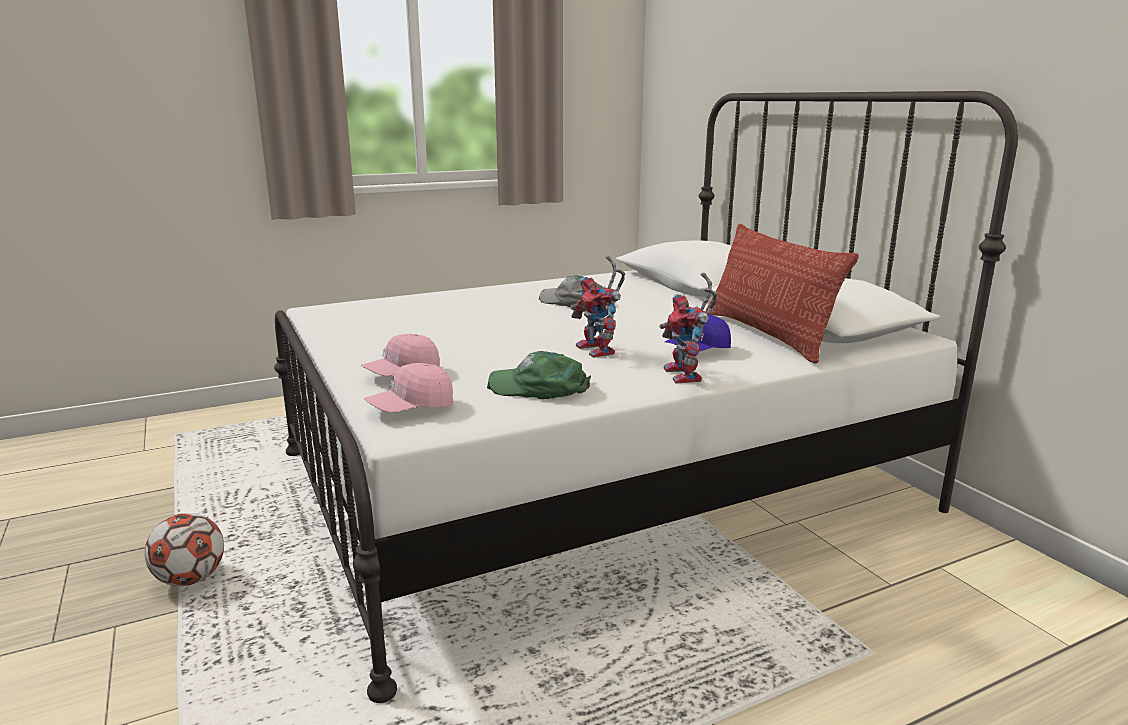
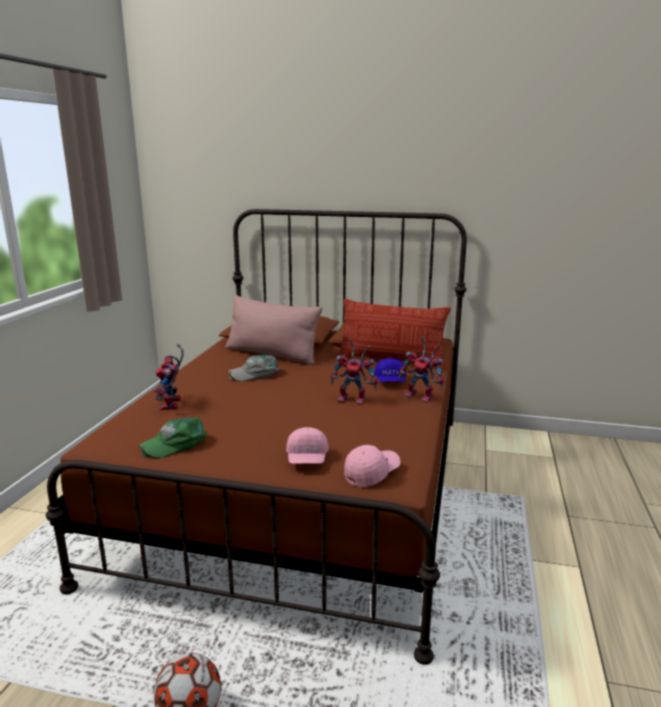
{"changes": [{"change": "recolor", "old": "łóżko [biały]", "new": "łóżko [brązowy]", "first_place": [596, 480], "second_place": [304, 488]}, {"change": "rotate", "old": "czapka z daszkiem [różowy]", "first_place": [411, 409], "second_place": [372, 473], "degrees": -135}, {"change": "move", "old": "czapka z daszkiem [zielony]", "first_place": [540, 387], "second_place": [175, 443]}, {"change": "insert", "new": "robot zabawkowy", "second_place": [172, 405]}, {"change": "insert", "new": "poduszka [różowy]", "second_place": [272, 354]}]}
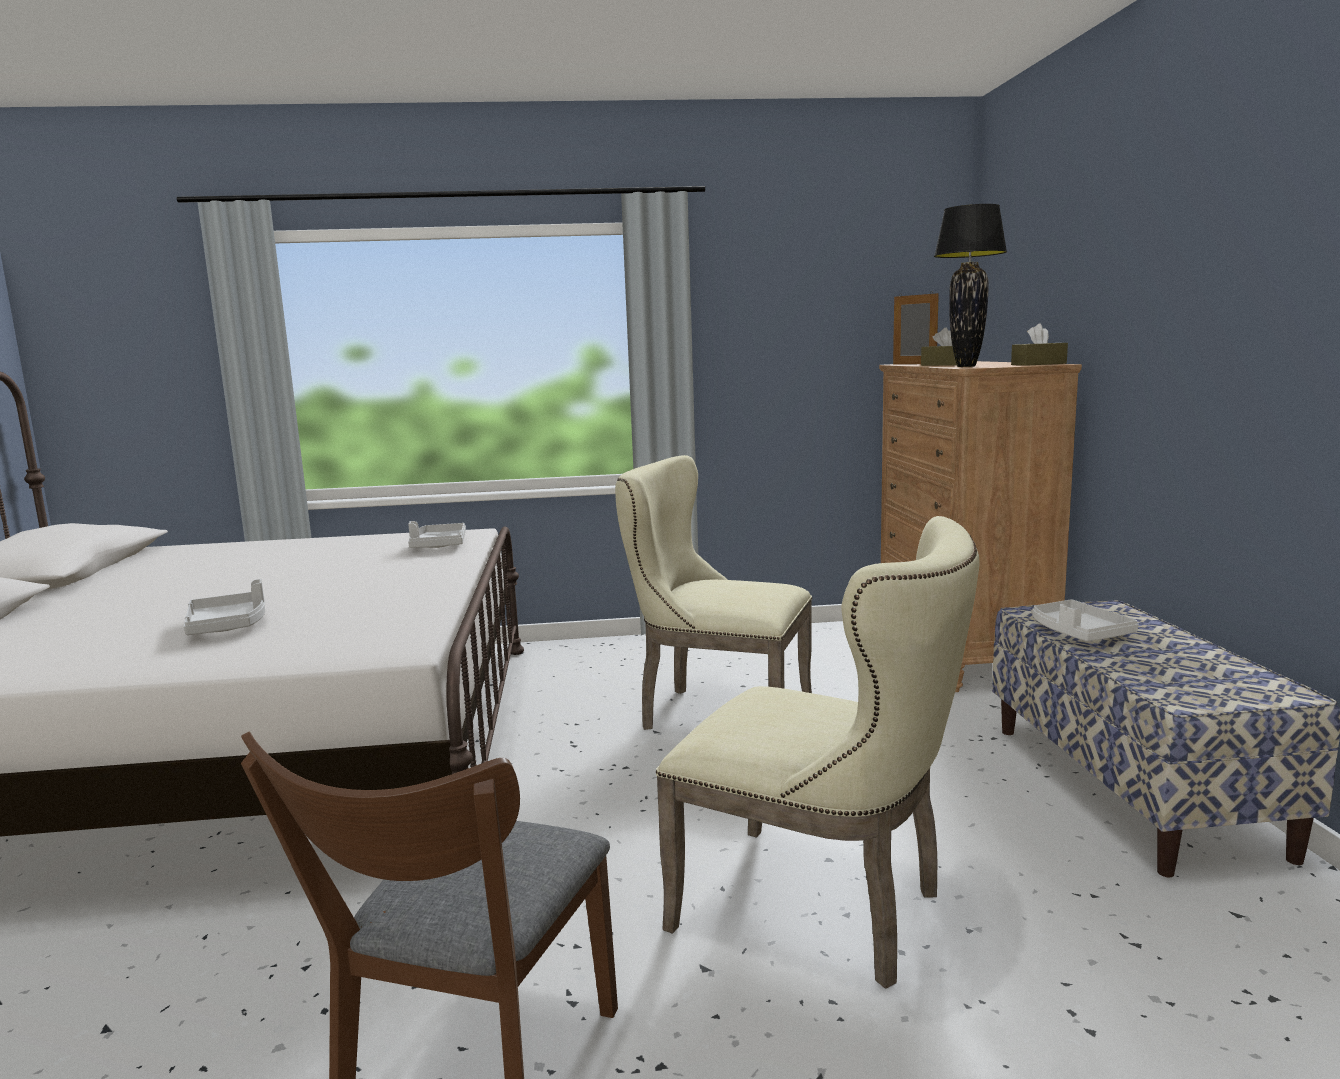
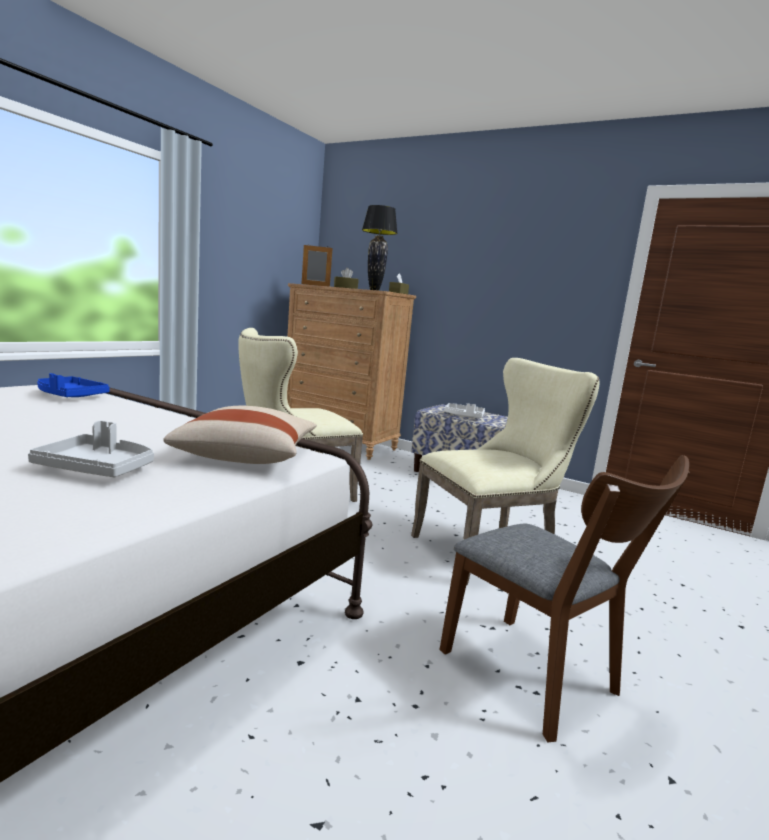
{"changes": [{"change": "recolor", "old": "taca [szary]", "new": "taca [niebieski]", "first_place": [439, 545], "second_place": [70, 396]}, {"change": "insert", "new": "poduszka [beżowy]", "second_place": [247, 456]}]}
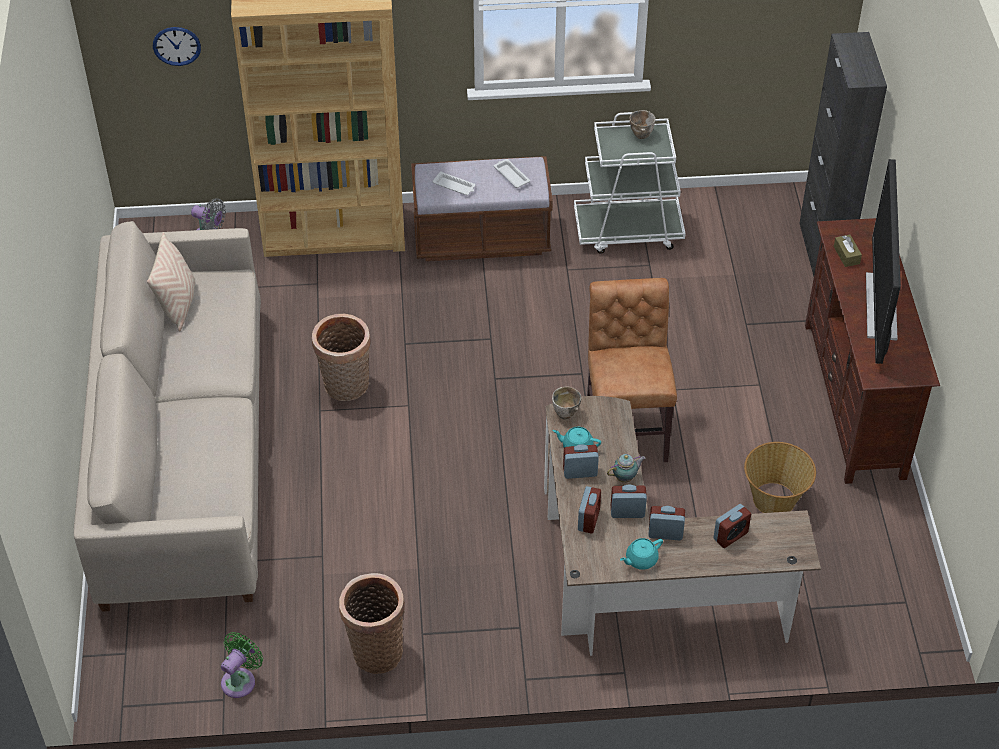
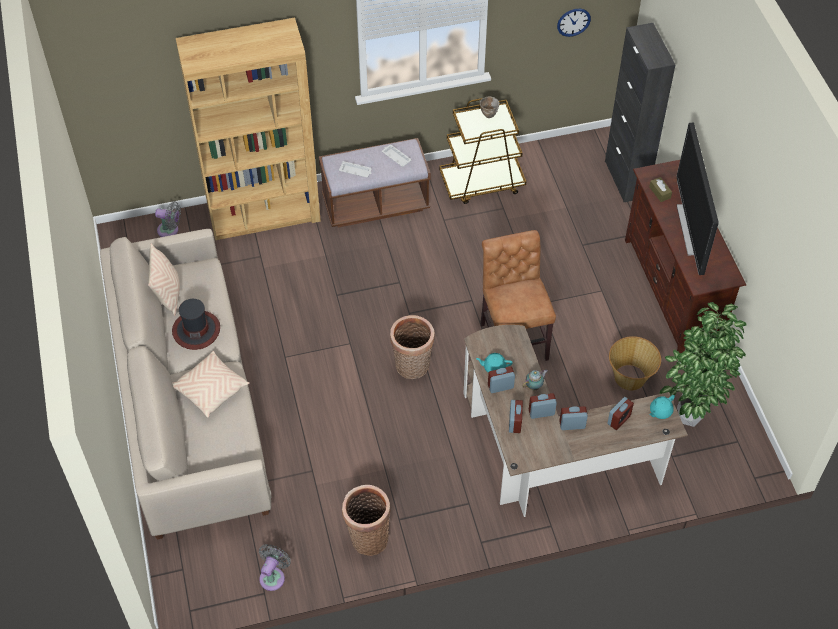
{"changes": [{"change": "move", "old": "zegar ścienny", "first_place": [176, 46], "second_place": [573, 22]}, {"change": "recolor", "old": "wentylator [zielony]", "new": "wentylator [szary]", "first_place": [240, 680], "second_place": [273, 576]}, {"change": "move", "old": "koszyk", "first_place": [345, 387], "second_place": [412, 367]}, {"change": "delete", "old": "miska", "first_place": [566, 414]}, {"change": "recolor", "old": "wózek [biały]", "new": "wózek [brązowy]", "first_place": [628, 230], "second_place": [482, 183]}, {"change": "move", "old": "imbryk [turkusowy]", "first_place": [640, 559], "second_place": [660, 411]}, {"change": "insert", "new": "kapelusz", "second_place": [196, 330]}, {"change": "insert", "new": "poduszka [beżowy]", "second_place": [211, 389]}, {"change": "insert", "new": "roślina doniczkowa", "second_place": [689, 420]}]}
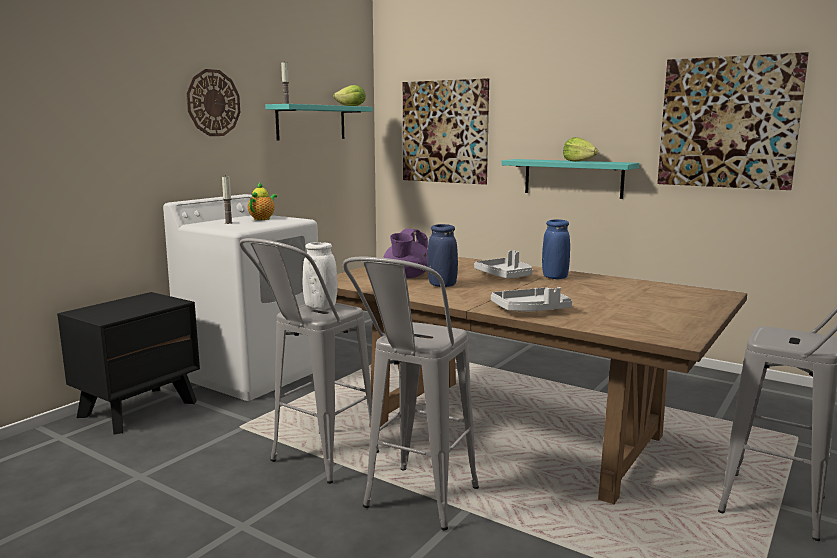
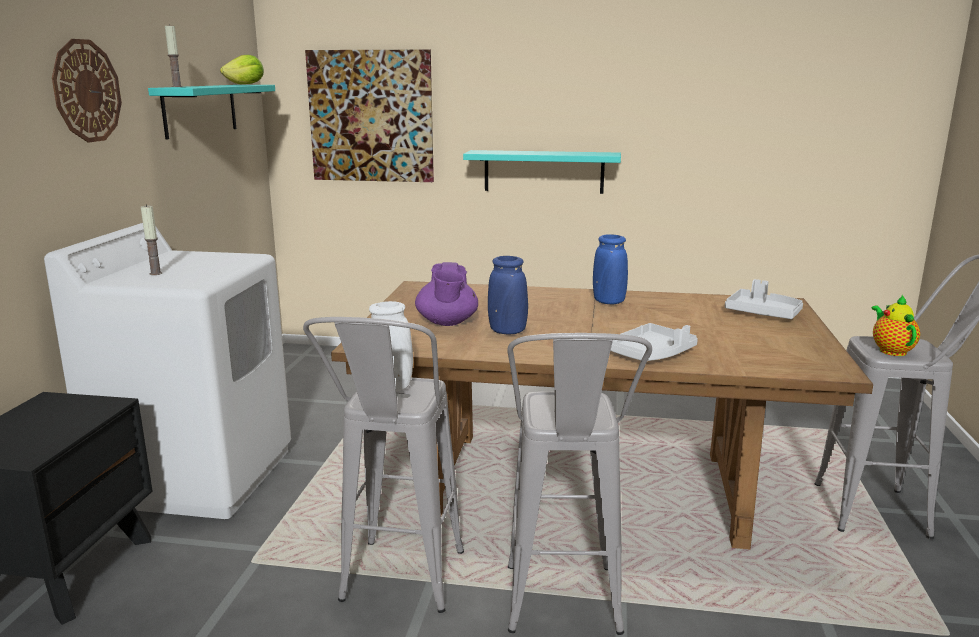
{"changes": [{"change": "move", "old": "imbryk", "first_place": [263, 219], "second_place": [890, 350]}, {"change": "move", "old": "taca [szary]", "first_place": [505, 276], "second_place": [763, 313]}, {"change": "delete", "old": "sałata", "first_place": [579, 161]}, {"change": "delete", "old": "obraz", "first_place": [728, 123]}]}
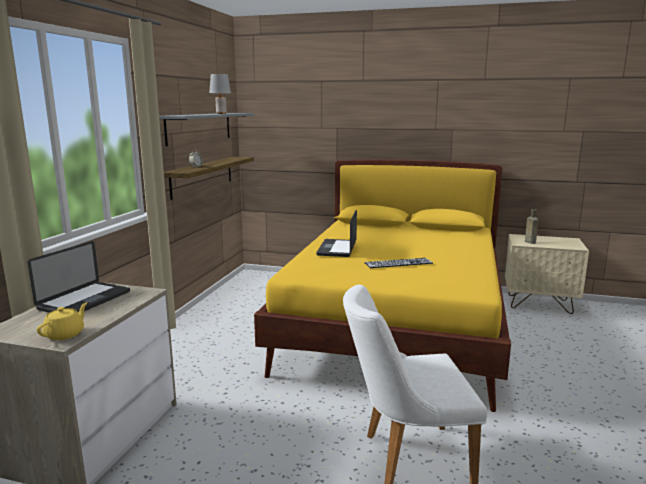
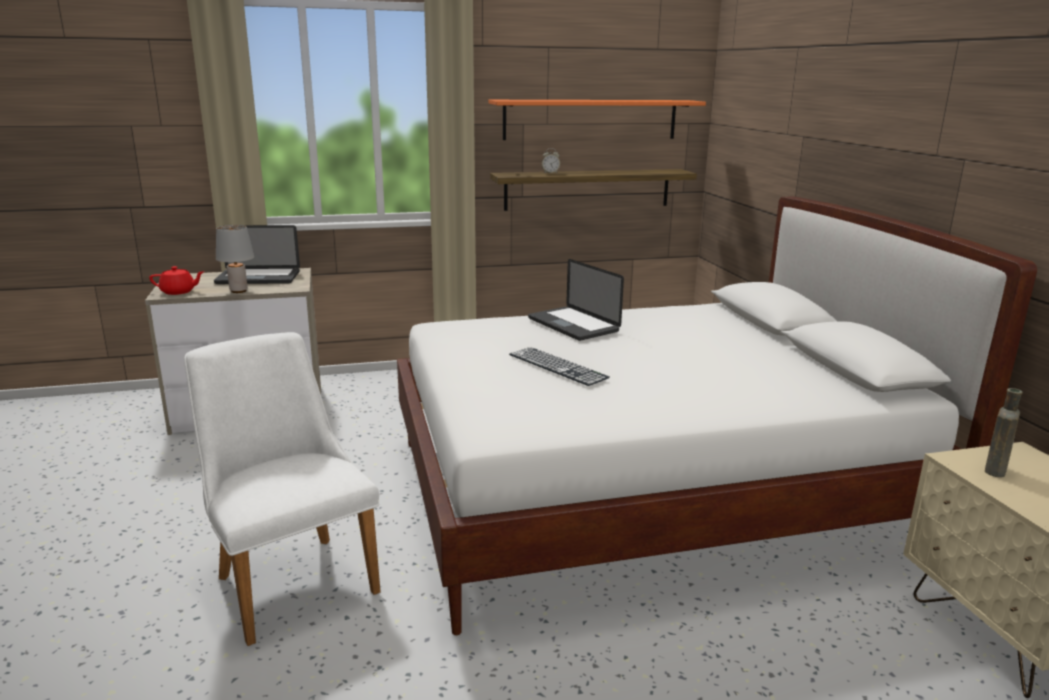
{"changes": [{"change": "recolor", "old": "imbryk [żółty]", "new": "imbryk [czerwony]", "first_place": [65, 334], "second_place": [178, 292]}, {"change": "recolor", "old": "półka [szary]", "new": "półka [pomarańczowy]", "first_place": [199, 127], "second_place": [590, 119]}, {"change": "move", "old": "lampa stołowa [szary]", "first_place": [221, 113], "second_place": [238, 291]}, {"change": "recolor", "old": "łóżko [żółty]", "new": "łóżko [biały]", "first_place": [396, 327], "second_place": [648, 493]}, {"change": "rotate", "old": "laptop", "first_place": [337, 249], "second_place": [573, 325], "degrees": -105}]}
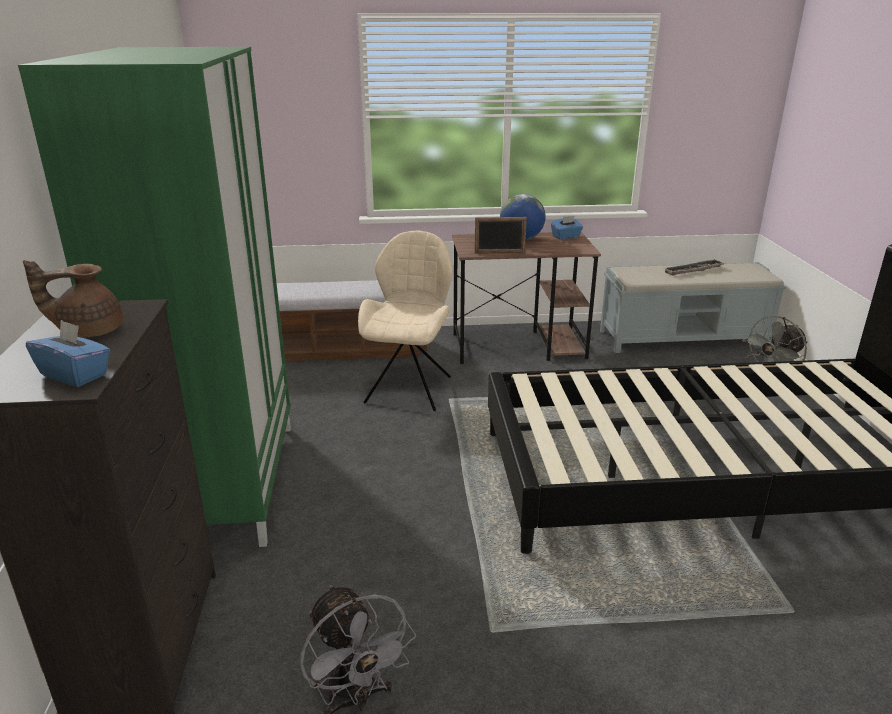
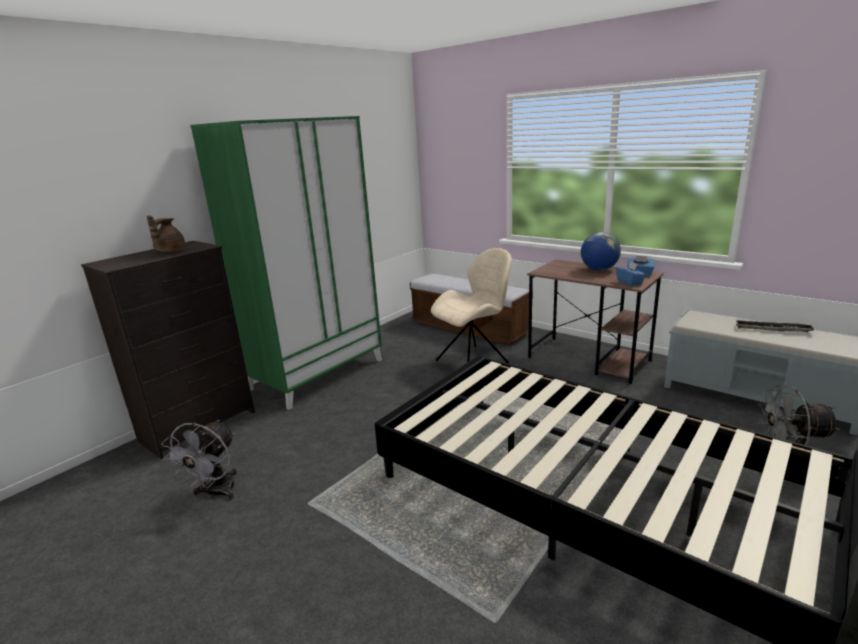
{"changes": [{"change": "rotate", "old": "imbryk [brązowy]", "first_place": [89, 331], "second_place": [169, 251], "degrees": -105}, {"change": "move", "old": "pudełko chusteczek [niebieski]", "first_place": [75, 374], "second_place": [629, 282]}, {"change": "delete", "old": "ramka na zdjęcie", "first_place": [499, 253]}]}
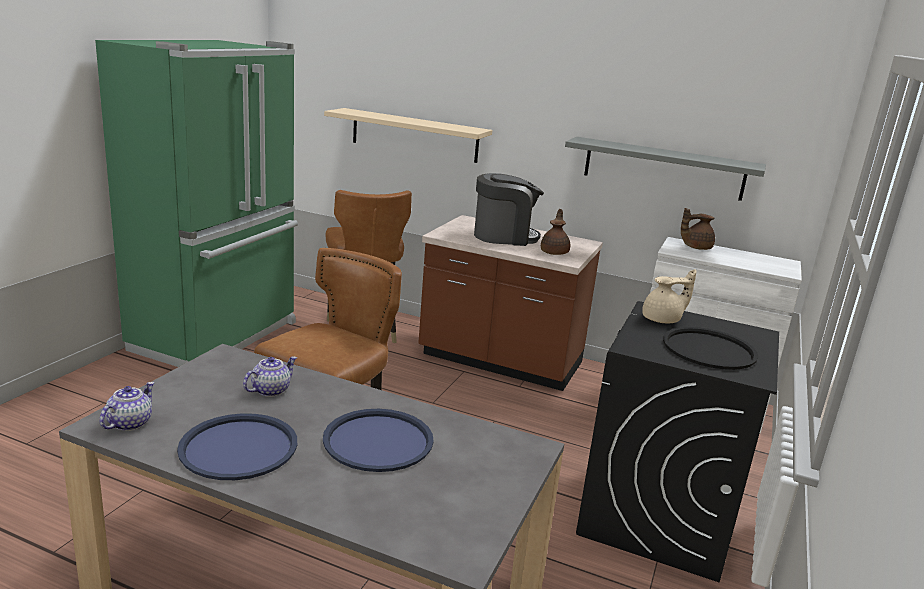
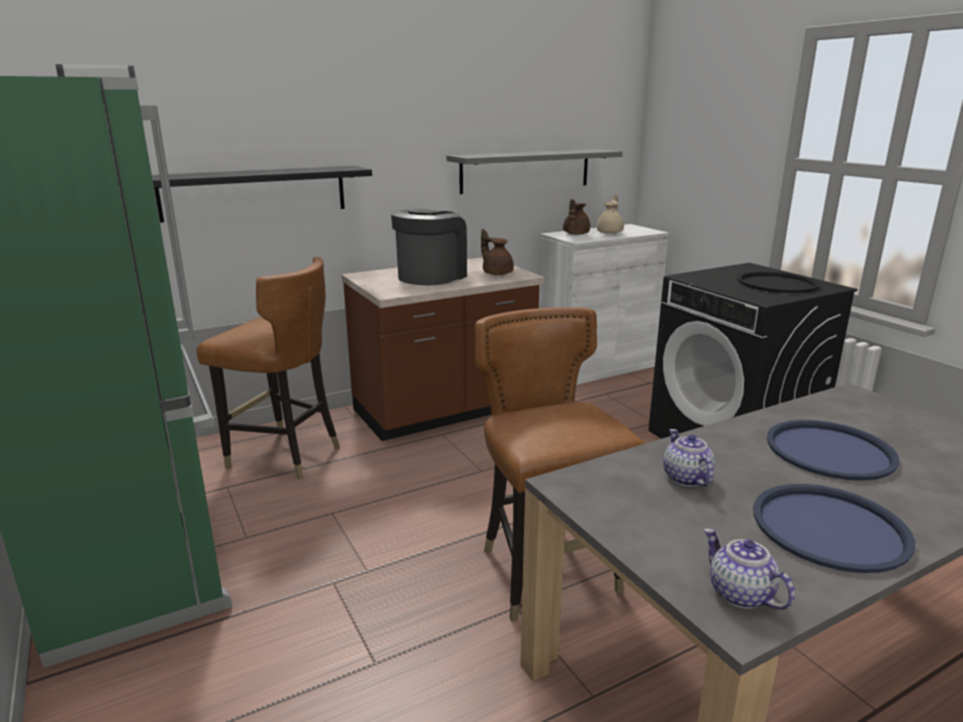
{"changes": [{"change": "recolor", "old": "półka [beżowy]", "new": "półka [czarny]", "first_place": [414, 135], "second_place": [254, 193]}, {"change": "move", "old": "imbryk [beżowy]", "first_place": [663, 320], "second_place": [610, 232]}]}
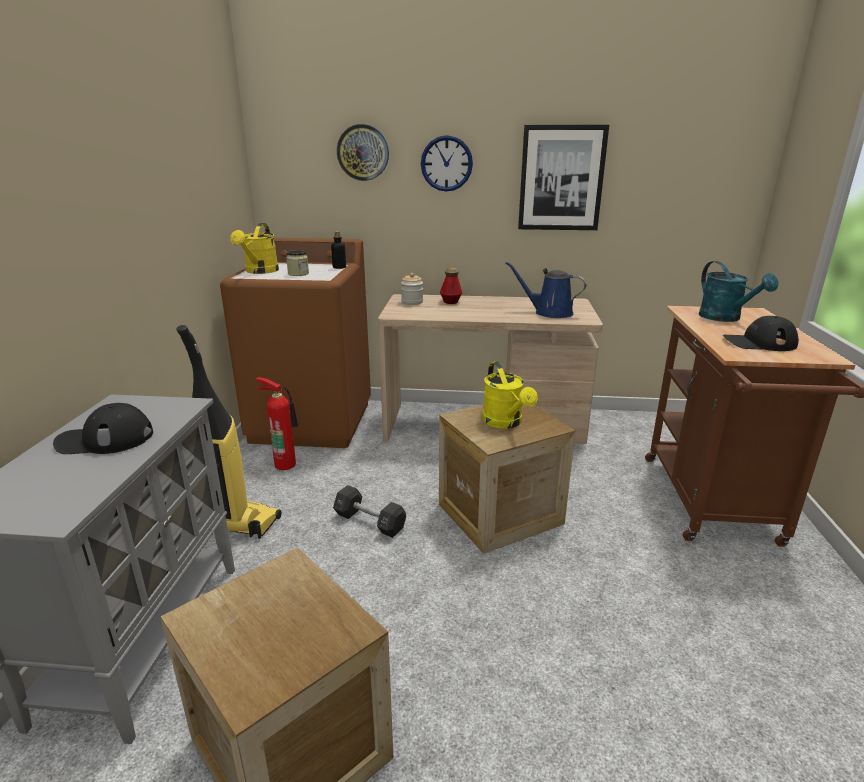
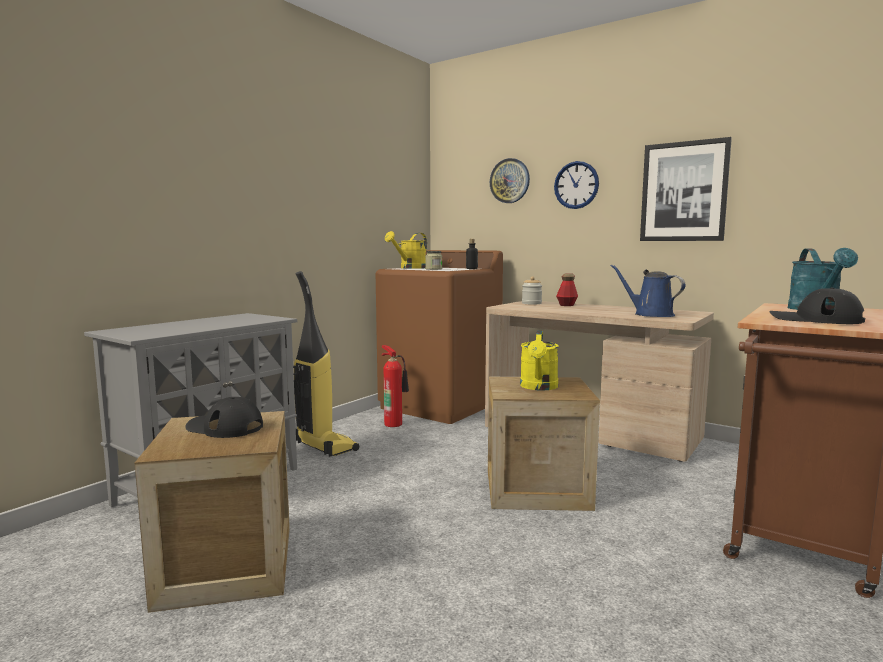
{"changes": [{"change": "move", "old": "czapka z daszkiem [czarny]", "first_place": [105, 439], "second_place": [225, 427]}, {"change": "delete", "old": "hantel [czarny]", "first_place": [370, 522]}]}
